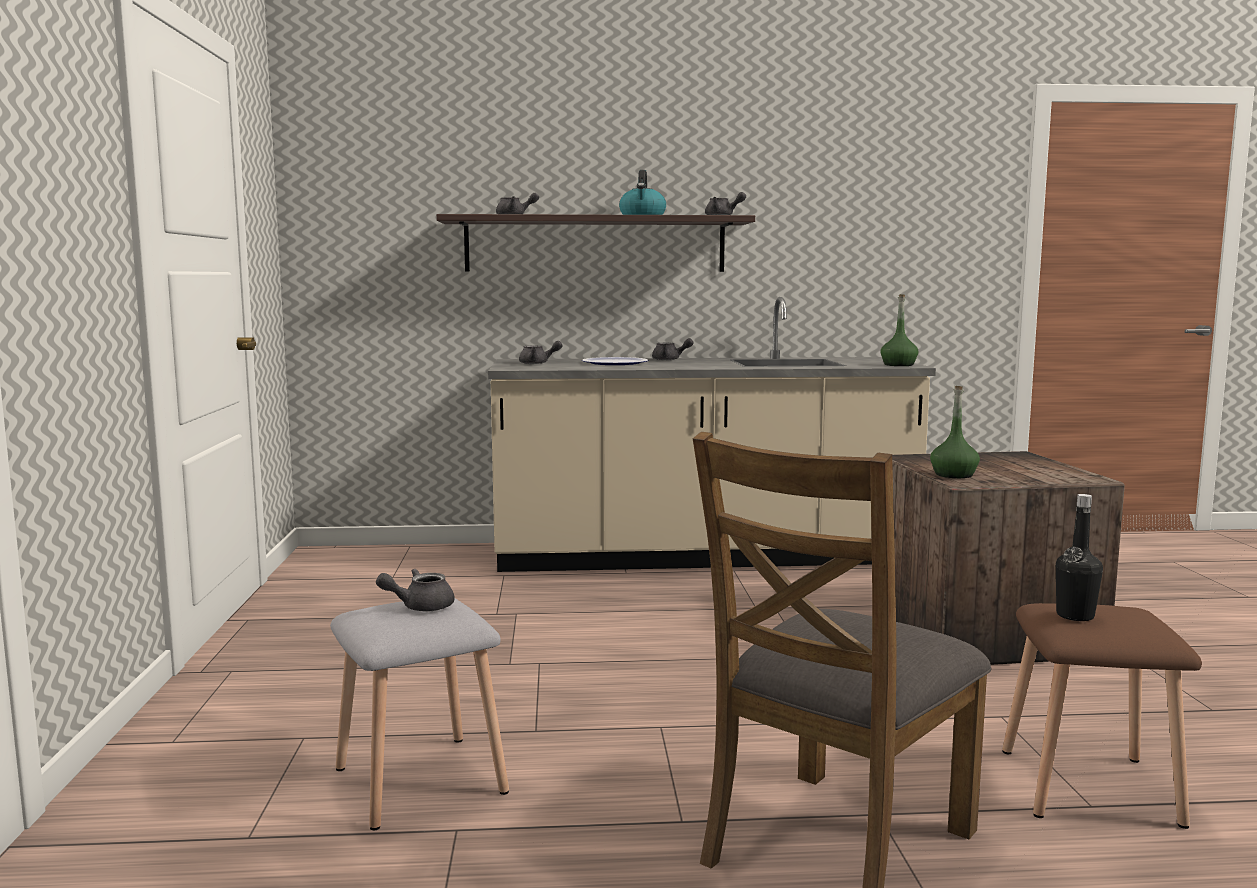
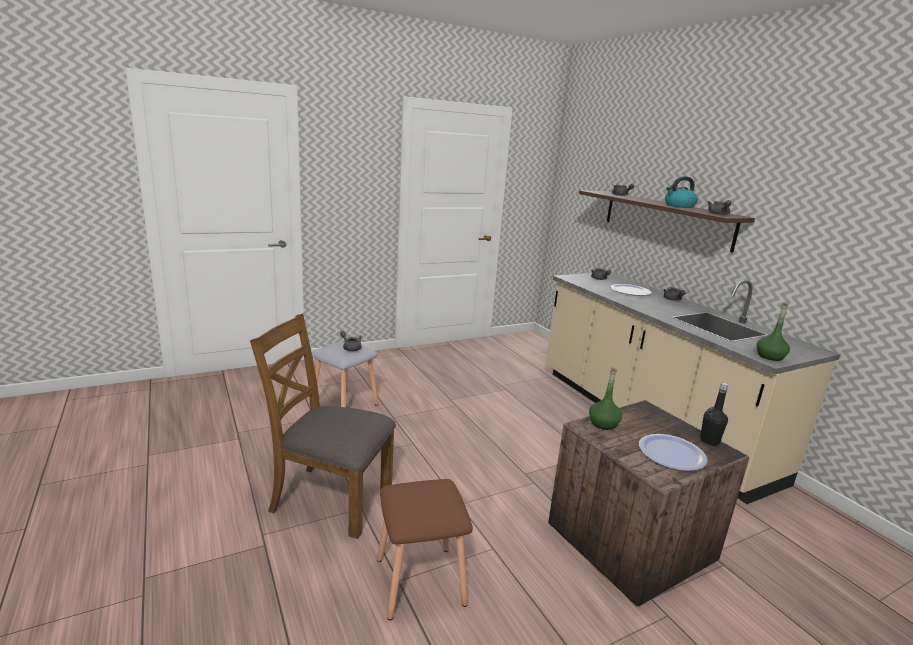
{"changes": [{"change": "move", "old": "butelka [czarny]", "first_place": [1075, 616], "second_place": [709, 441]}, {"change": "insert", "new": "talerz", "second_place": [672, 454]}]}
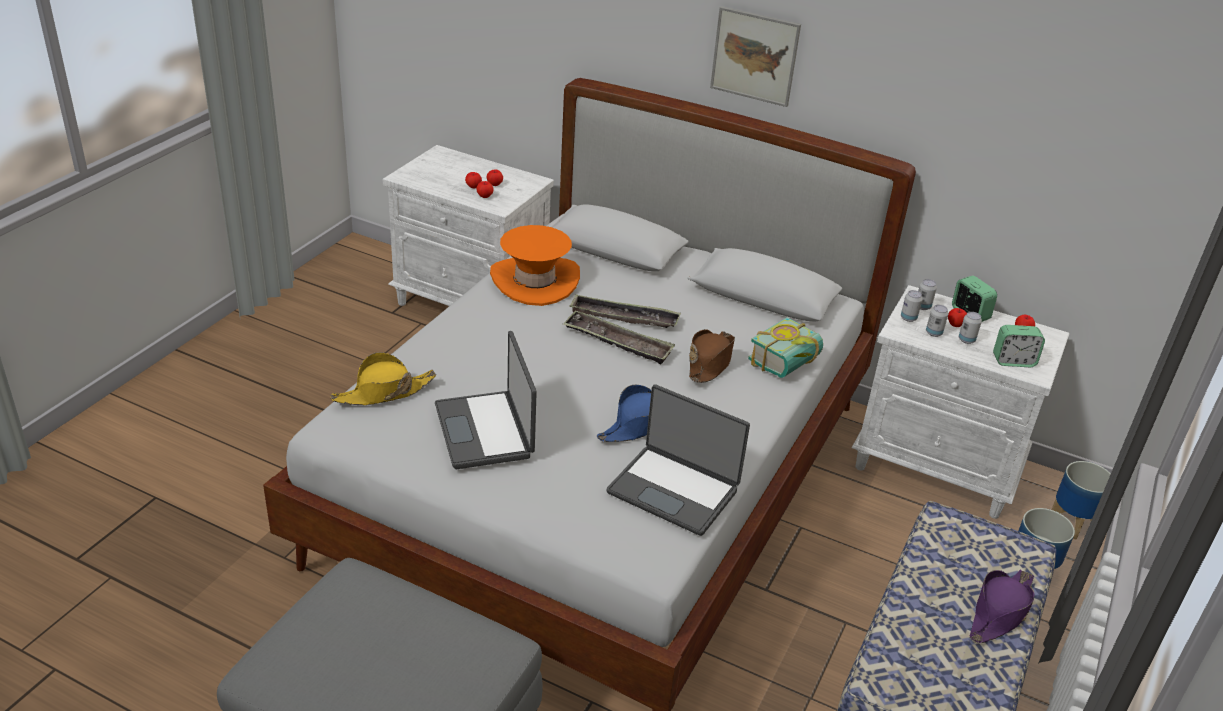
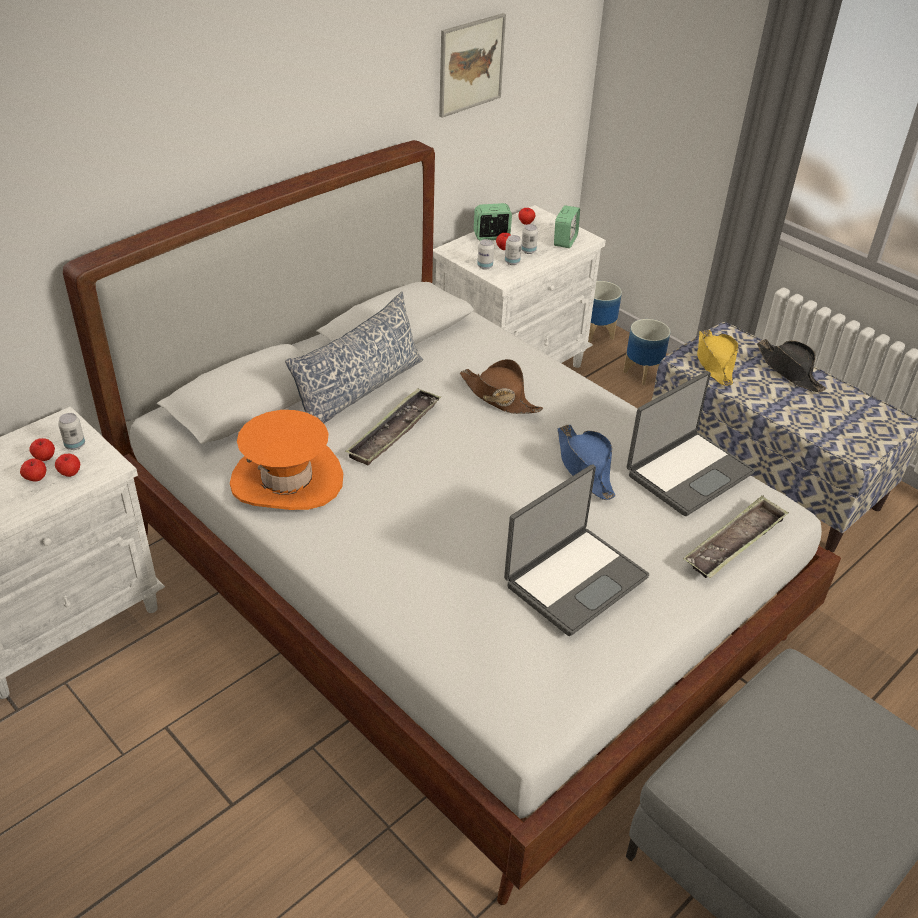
{"changes": [{"change": "move", "old": "kapelusz [żółty]", "first_place": [384, 392], "second_place": [714, 363]}, {"change": "rotate", "old": "laptop", "first_place": [486, 431], "second_place": [574, 580], "degrees": -45}, {"change": "move", "old": "taca", "first_place": [618, 342], "second_place": [735, 543]}, {"change": "move", "old": "obraz", "first_place": [754, 56], "second_place": [471, 65]}, {"change": "delete", "old": "książka", "first_place": [789, 365]}, {"change": "move", "old": "puszka", "first_place": [922, 307], "second_place": [75, 445]}, {"change": "recolor", "old": "kapelusz [fioletowy]", "new": "kapelusz [czarny]", "first_place": [999, 612], "second_place": [789, 371]}, {"change": "insert", "new": "poduszka", "second_place": [359, 391]}]}
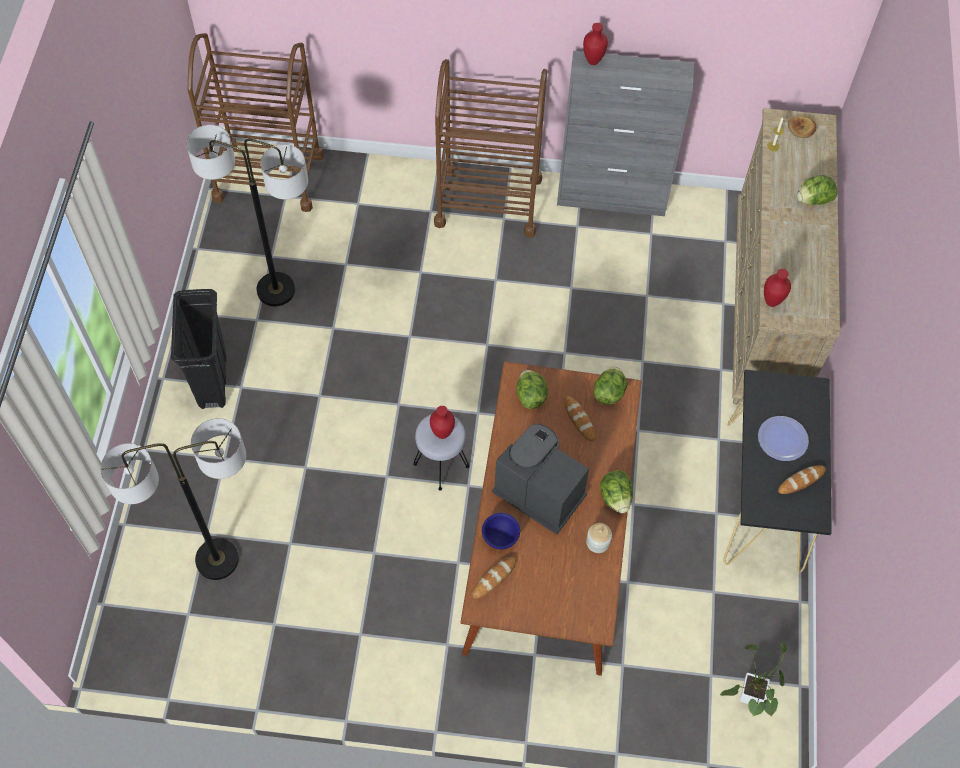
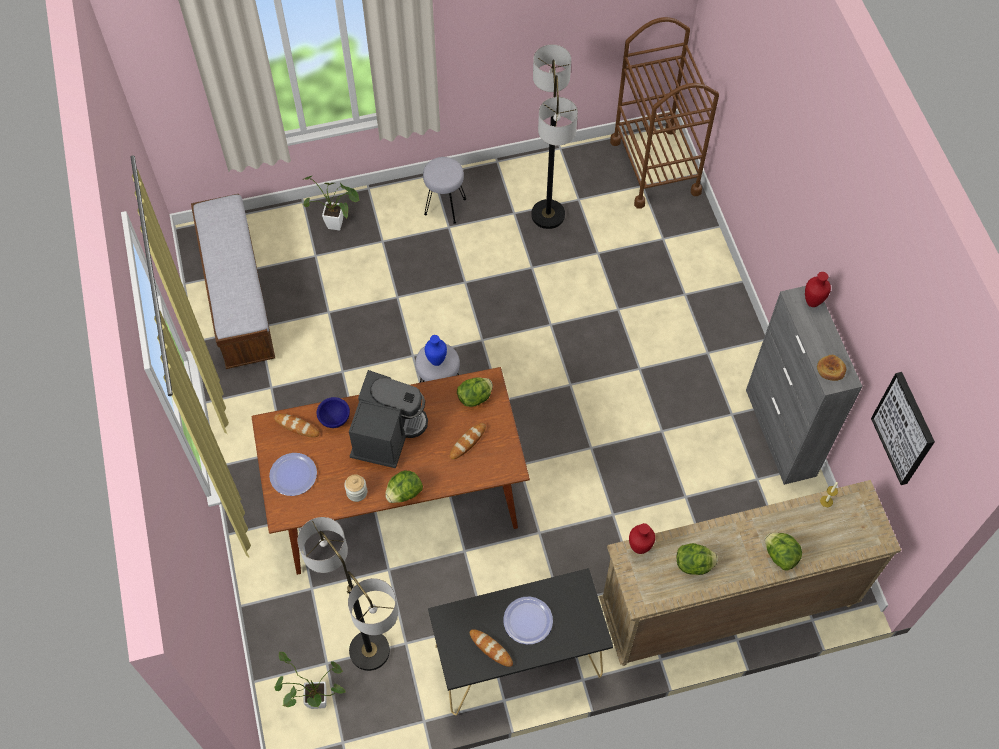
{"changes": [{"change": "move", "old": "lampa stojąca", "first_place": [217, 560], "second_place": [369, 651]}, {"change": "replace", "old": "kosz na śmieci [czarny]", "new": "stołek [szary]", "first_place": [213, 381], "second_place": [445, 207]}, {"change": "recolor", "old": "wazon [czerwony]", "new": "wazon [niebieski]", "first_place": [441, 433], "second_place": [436, 360]}, {"change": "delete", "old": "wózek [brązowy]", "first_place": [488, 201]}, {"change": "move", "old": "sałata", "first_place": [609, 392], "second_place": [694, 564]}, {"change": "move", "old": "chleb", "first_place": [801, 128], "second_place": [831, 369]}, {"change": "insert", "new": "ławka", "second_place": [238, 298]}, {"change": "insert", "new": "talerz", "second_place": [293, 475]}, {"change": "insert", "new": "roślina doniczkowa", "second_place": [339, 225]}, {"change": "insert", "new": "obraz", "second_place": [904, 428]}]}
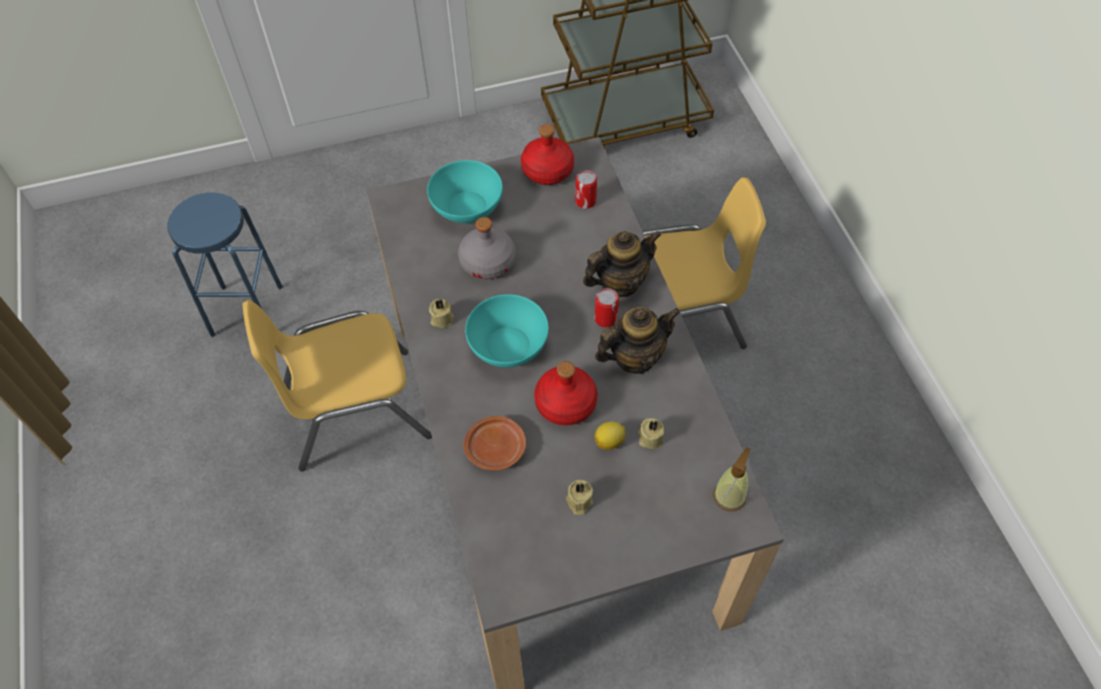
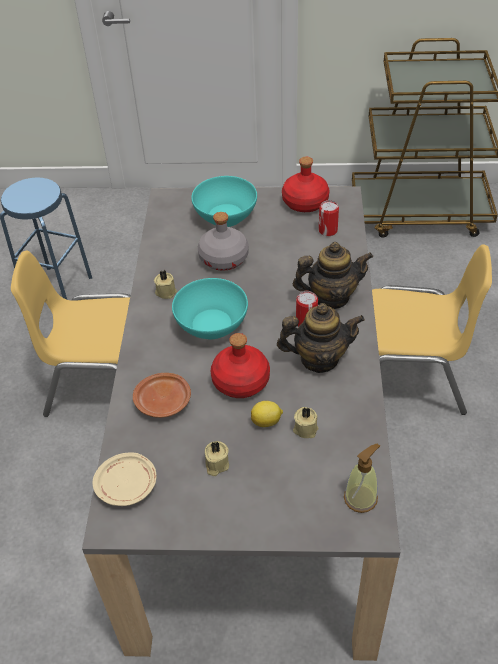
{"changes": [{"change": "insert", "new": "talerz [beżowy]", "second_place": [127, 485]}]}
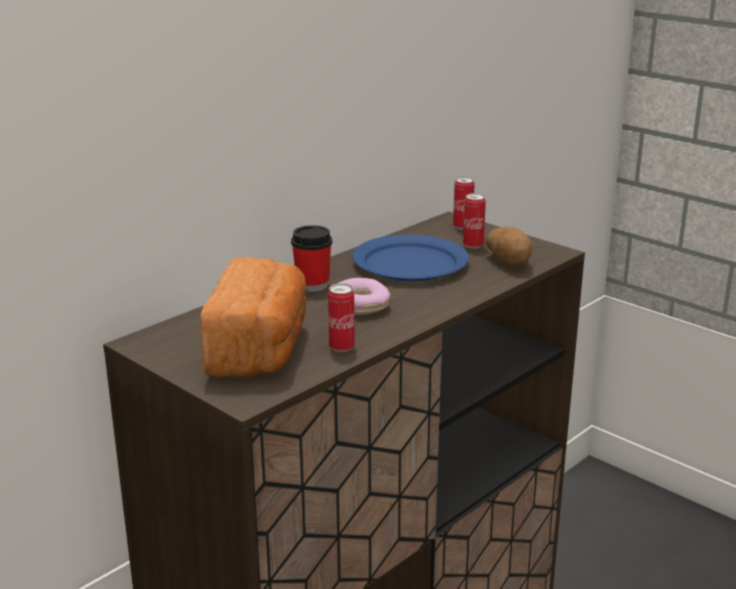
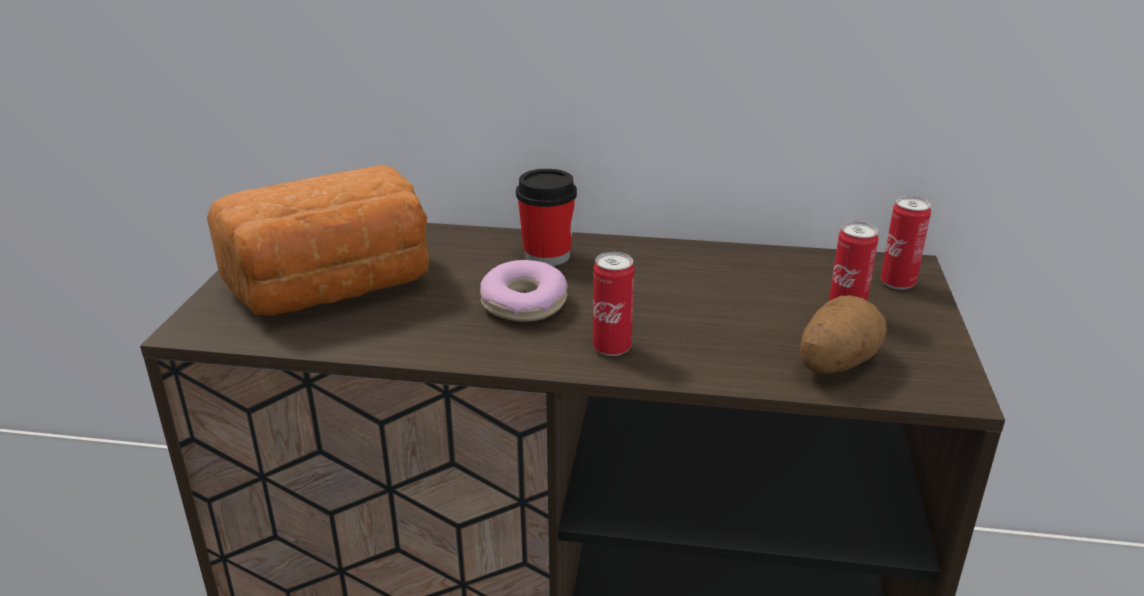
{"changes": [{"change": "move", "old": "puszka", "first_place": [341, 347], "second_place": [612, 348]}, {"change": "delete", "old": "talerz [niebieski]", "first_place": [409, 263]}]}
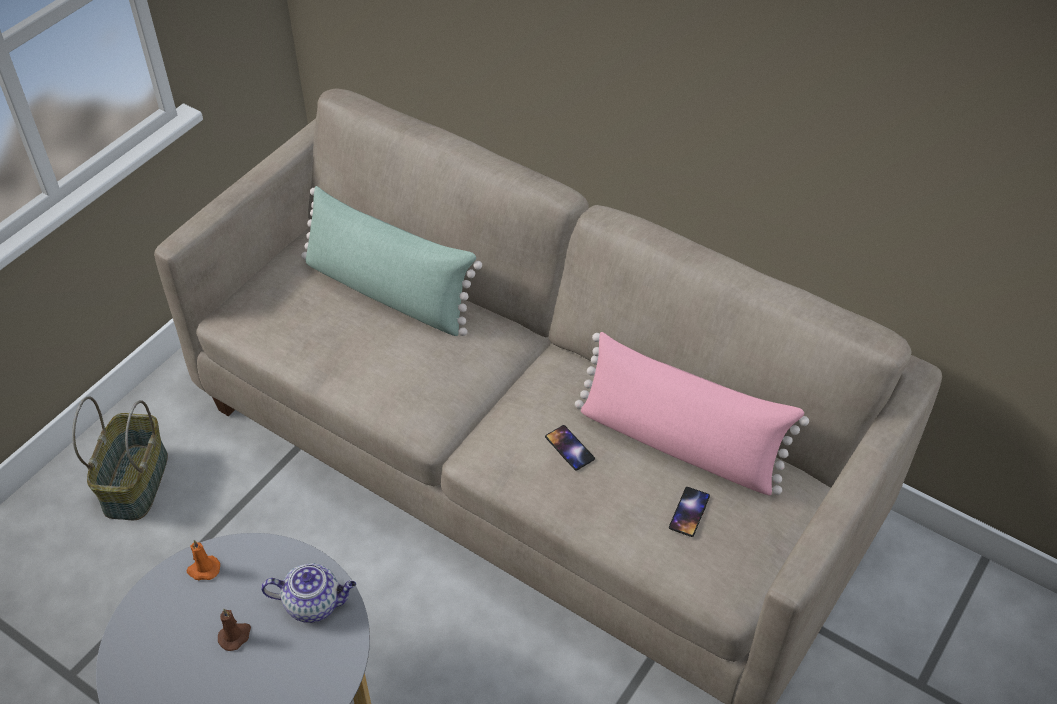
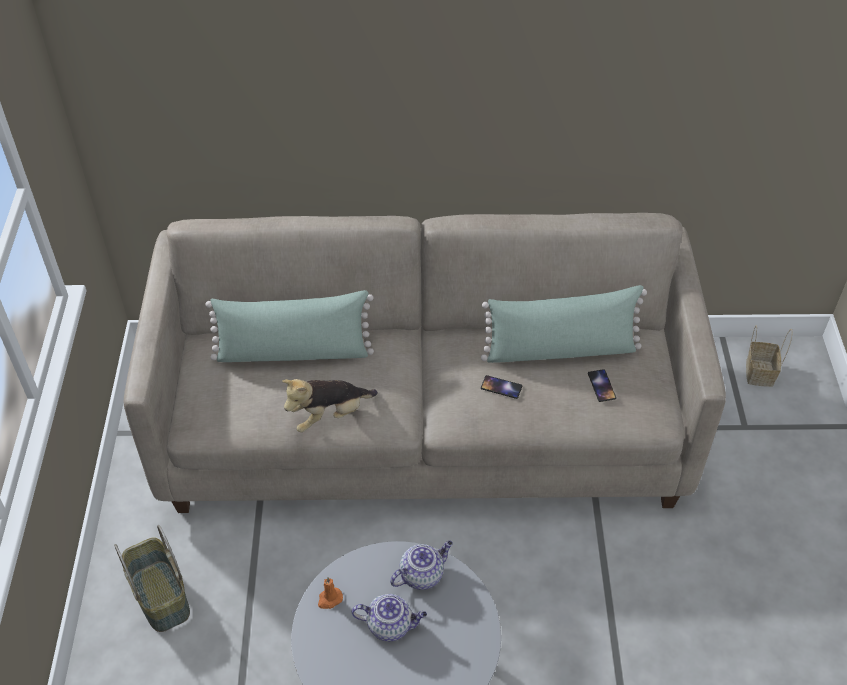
{"changes": [{"change": "replace", "old": "świeca [brązowy]", "new": "imbryk", "first_place": [235, 636], "second_place": [390, 625]}, {"change": "recolor", "old": "poduszka [różowy]", "new": "poduszka [zielony]", "first_place": [679, 444], "second_place": [560, 350]}, {"change": "insert", "new": "pluszak", "second_place": [329, 415]}, {"change": "insert", "new": "koszyk", "second_place": [758, 372]}]}
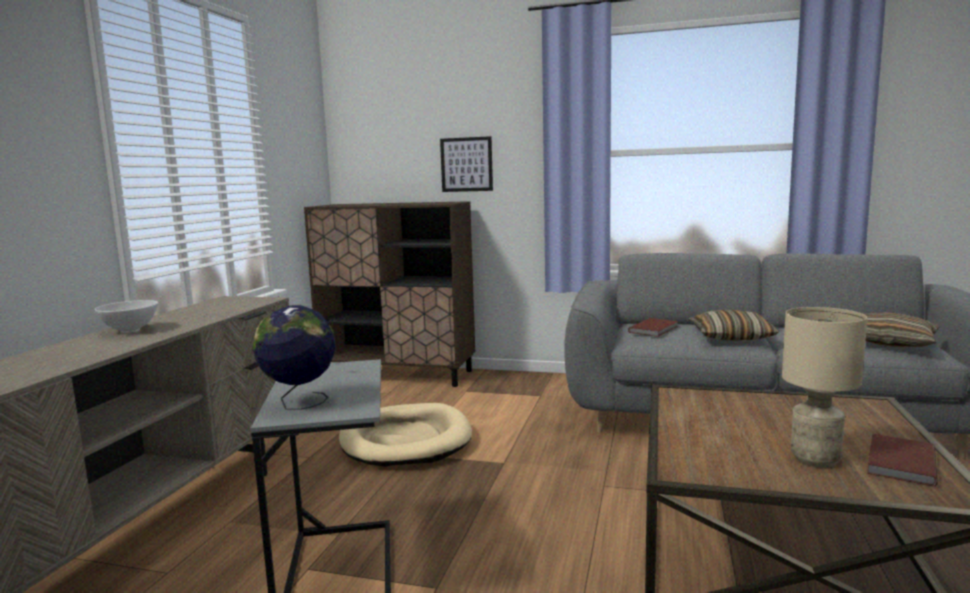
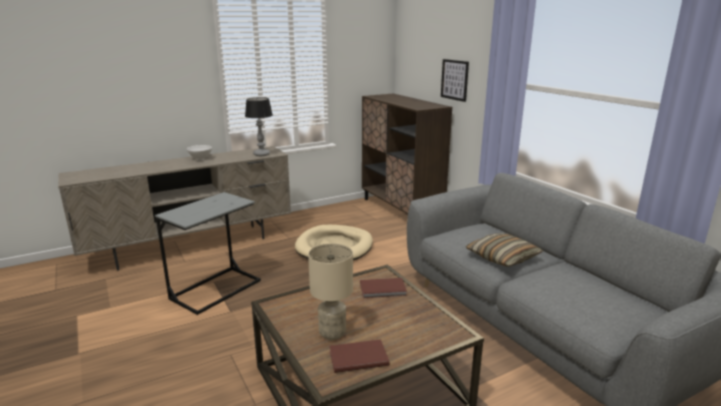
{"changes": [{"change": "delete", "old": "globus", "first_place": [300, 403]}, {"change": "move", "old": "książka [brązowy]", "first_place": [655, 329], "second_place": [383, 290]}, {"change": "delete", "old": "poduszka", "first_place": [890, 342]}, {"change": "insert", "new": "lampa stołowa", "second_place": [261, 154]}]}
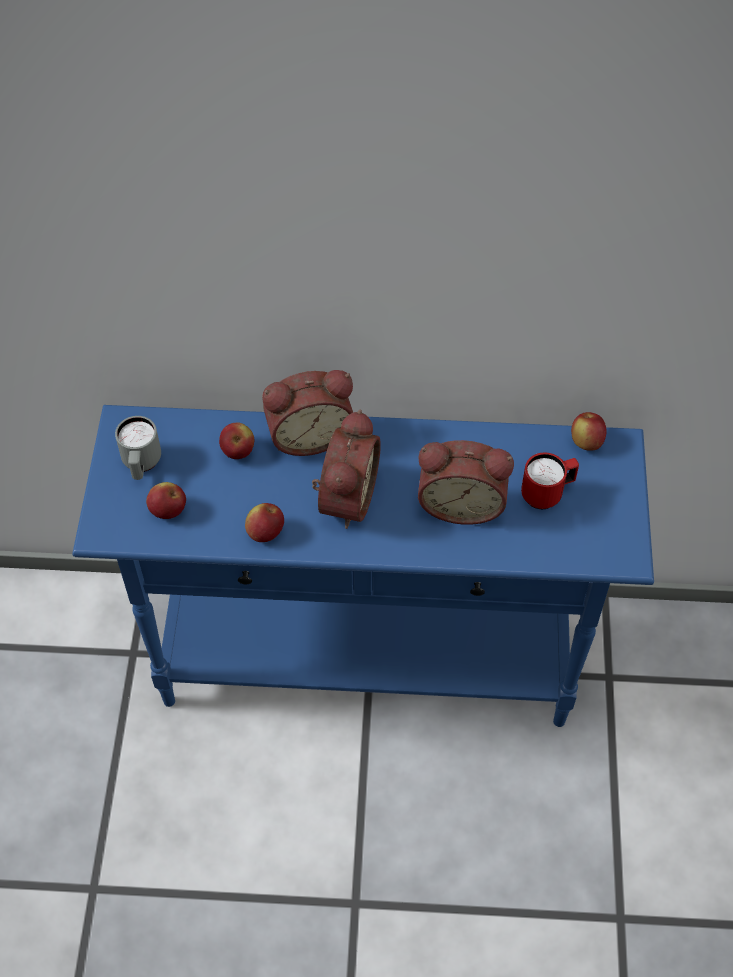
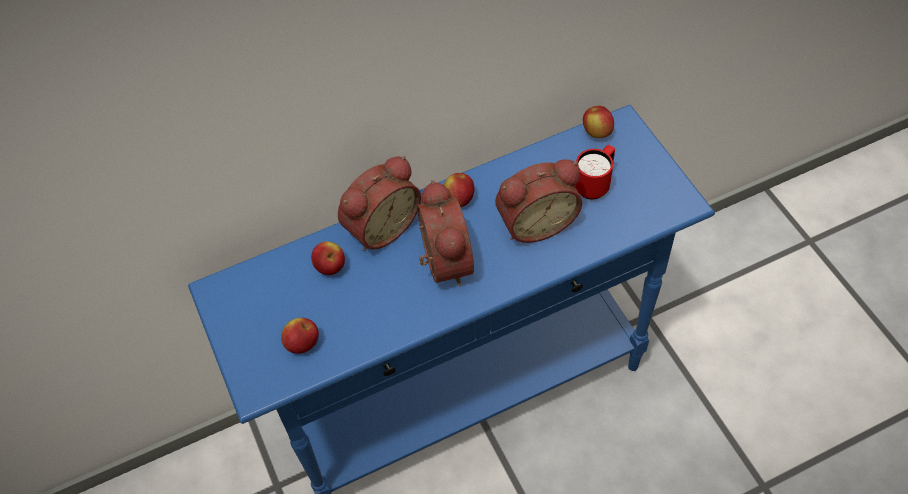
{"changes": [{"change": "delete", "old": "kubek [szary]", "first_place": [141, 465]}, {"change": "move", "old": "jabłko", "first_place": [265, 532], "second_place": [459, 199]}]}
